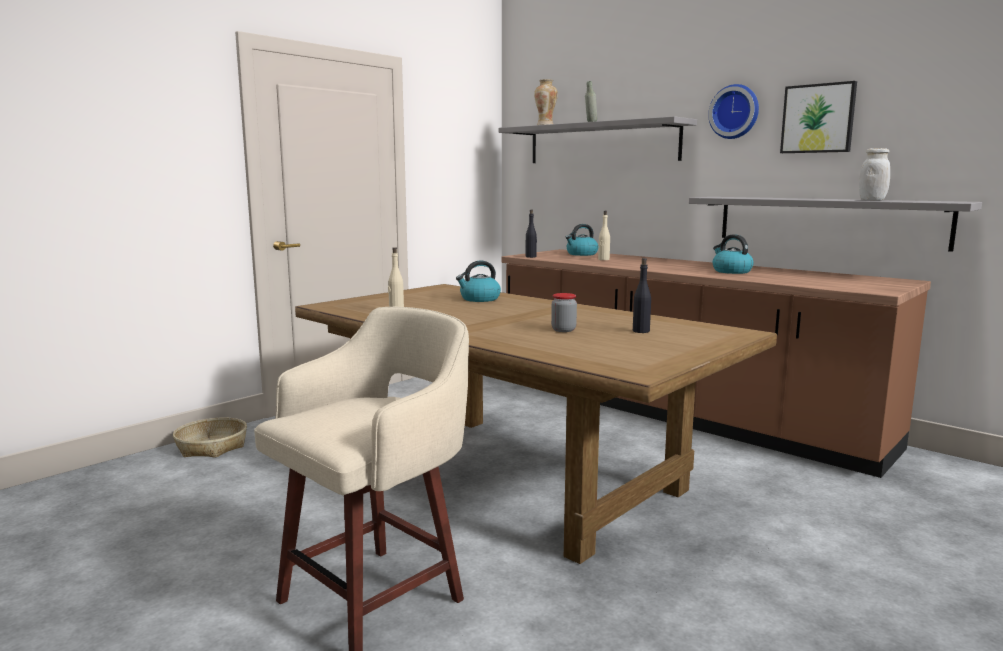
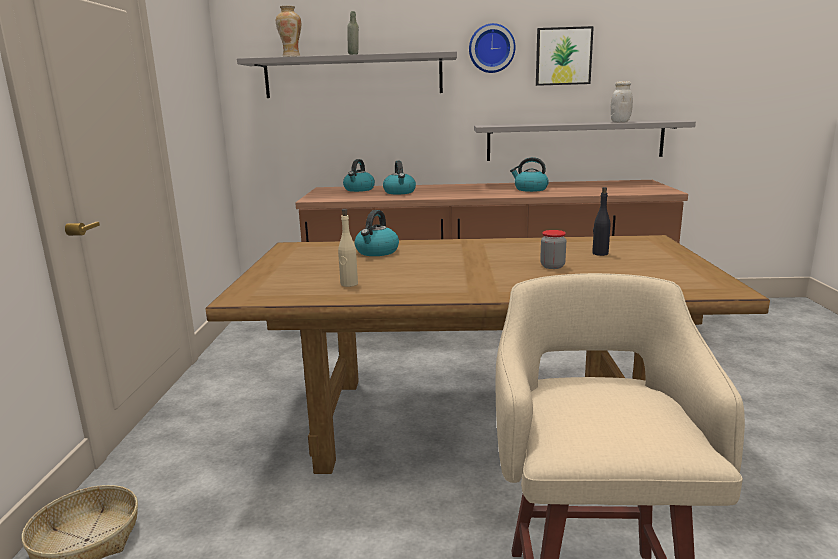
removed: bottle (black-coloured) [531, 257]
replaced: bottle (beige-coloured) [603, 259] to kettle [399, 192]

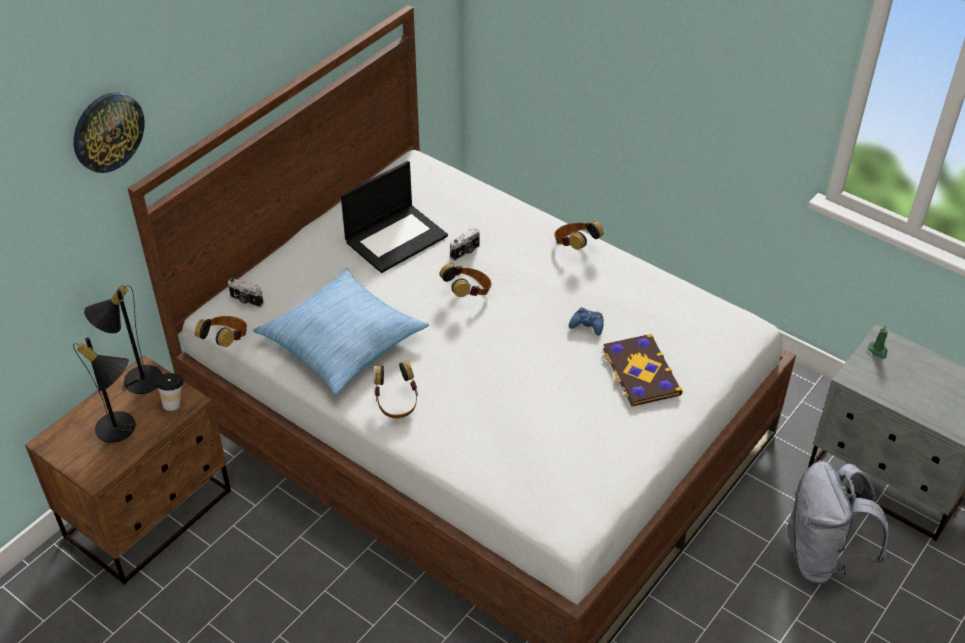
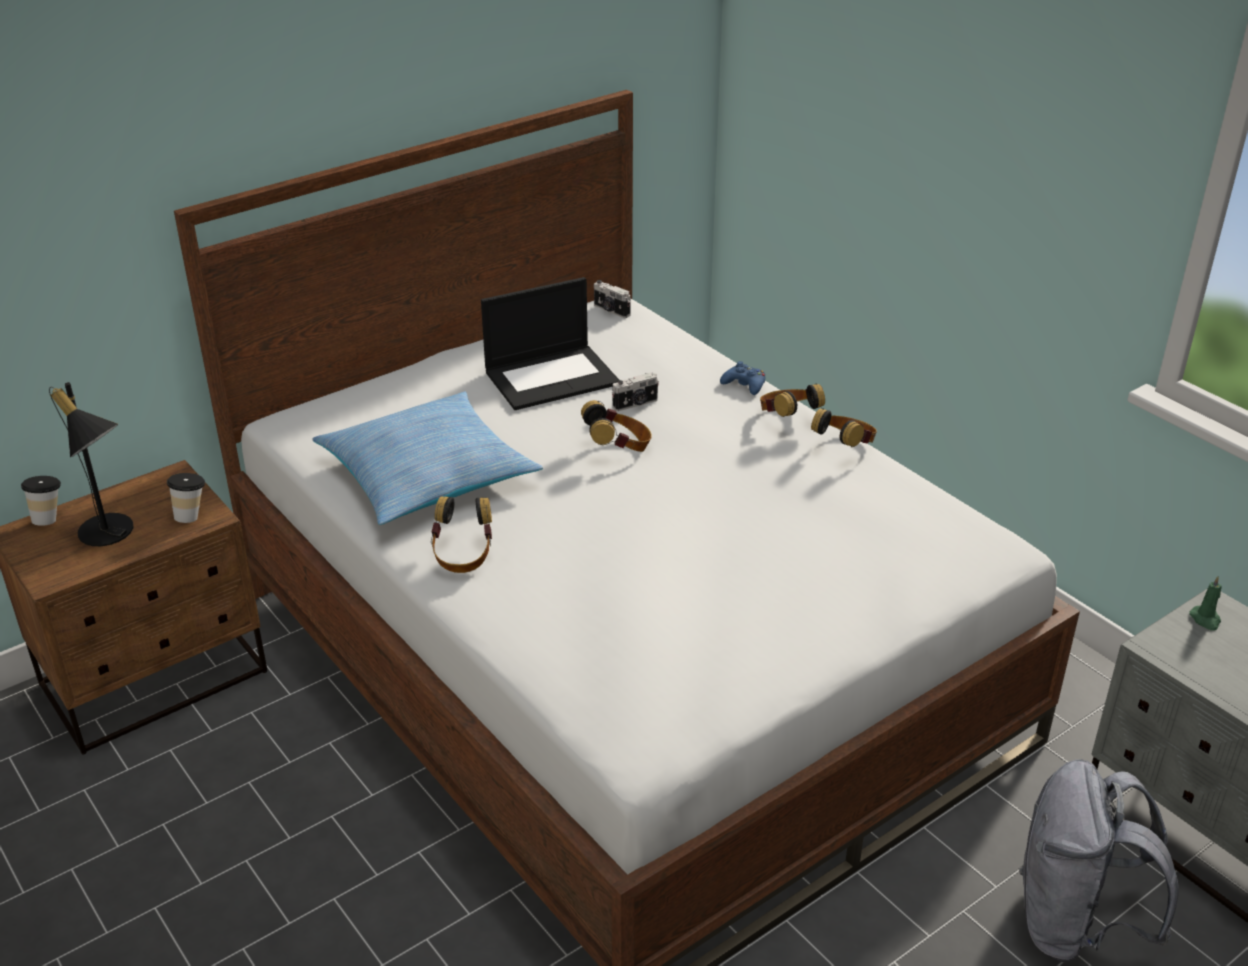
removed: wall clock [107, 131]; table lamp (black-coloured) [135, 380]; bound book [640, 372]
added: cup [49, 518]
moved: photo camera [246, 301] to [611, 311]; joypad (blue-coloured) [587, 325] to [744, 385]; pair of headphones [226, 341] to [844, 448]

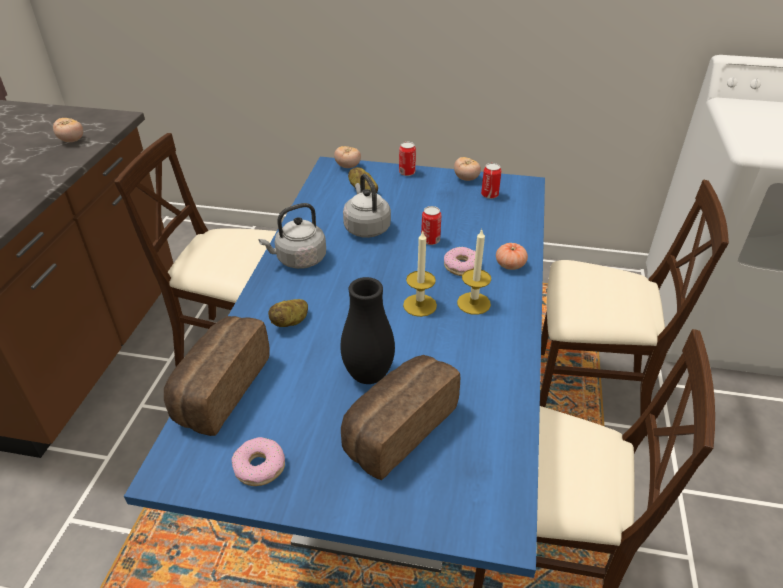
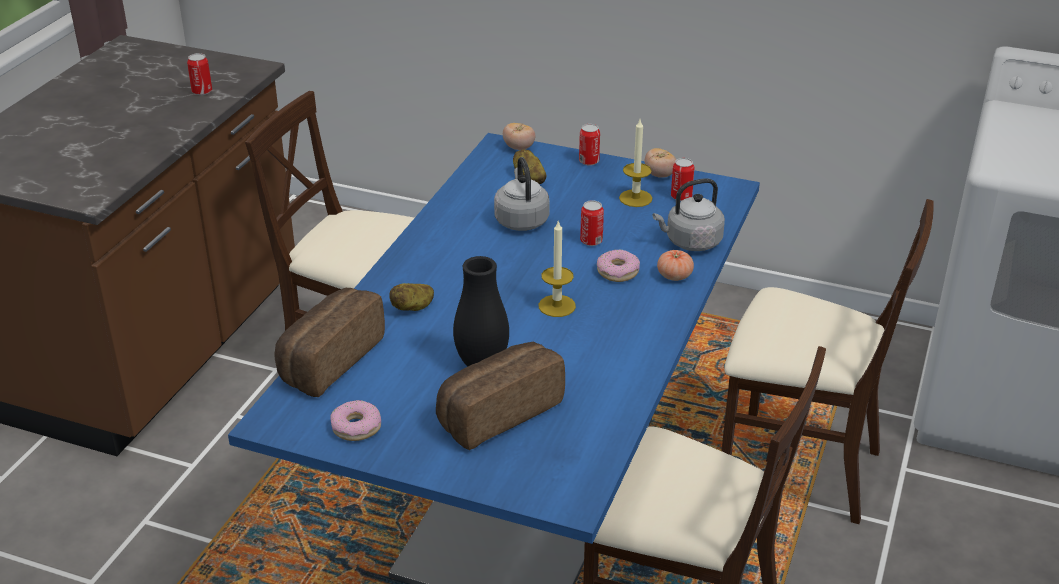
moved: kettle (grey) [298, 260] to [690, 242]; candle [473, 303] to [635, 198]
replaced: fresh tomato [72, 140] to can [202, 91]

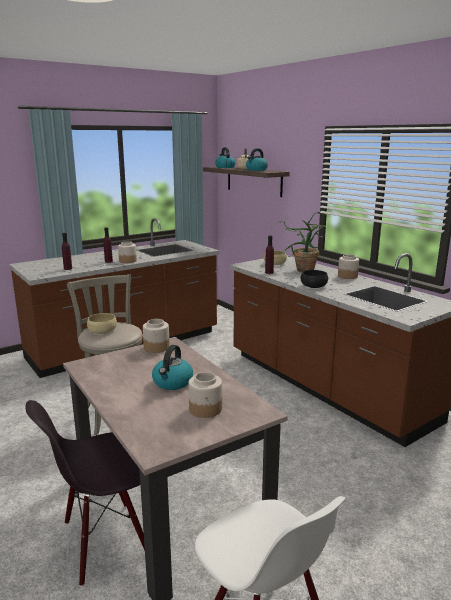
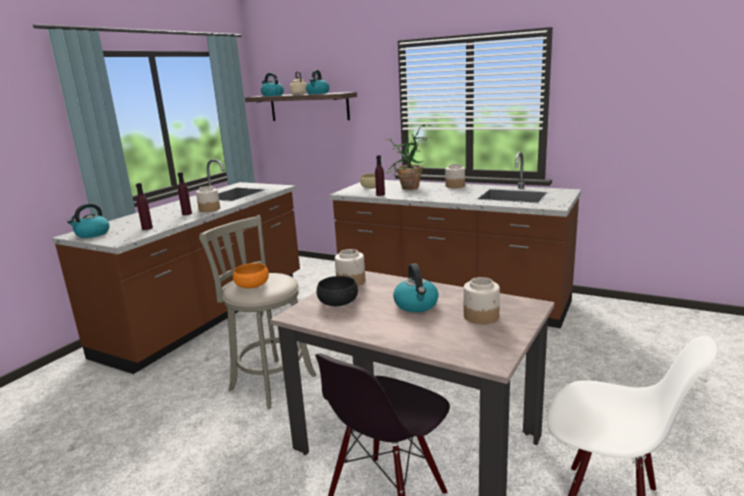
added: kettle [92, 234]
moved: deep dish (black-coloured) [313, 286] to [338, 302]
recoloured: deep dish (beige-coloured) [102, 331] to deep dish (orangey) [252, 284]

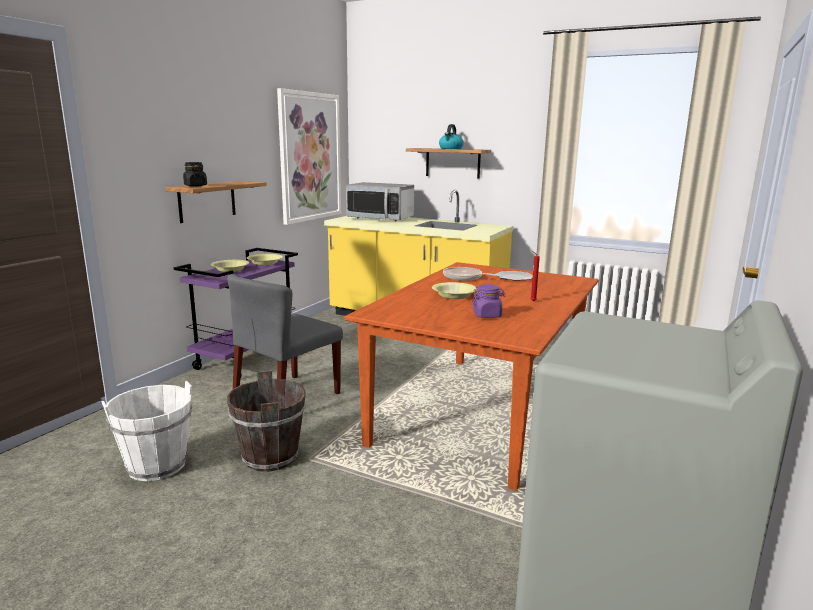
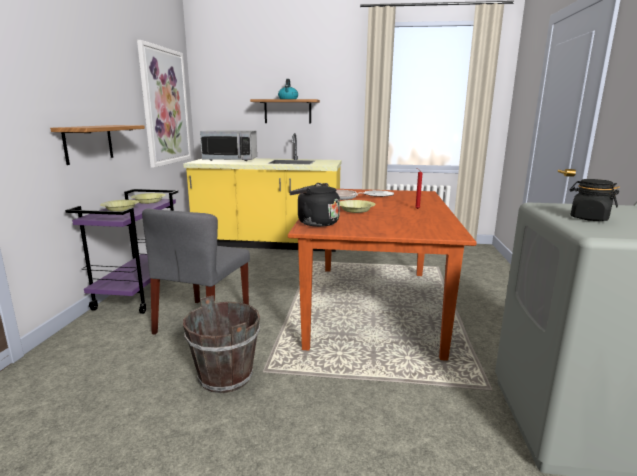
removed: jar (purple) [487, 315]; water bucket (whitish) [157, 465]
added: kettle (black-coloured) [315, 223]
moved: jar (black-coloured) [195, 186] to [589, 218]

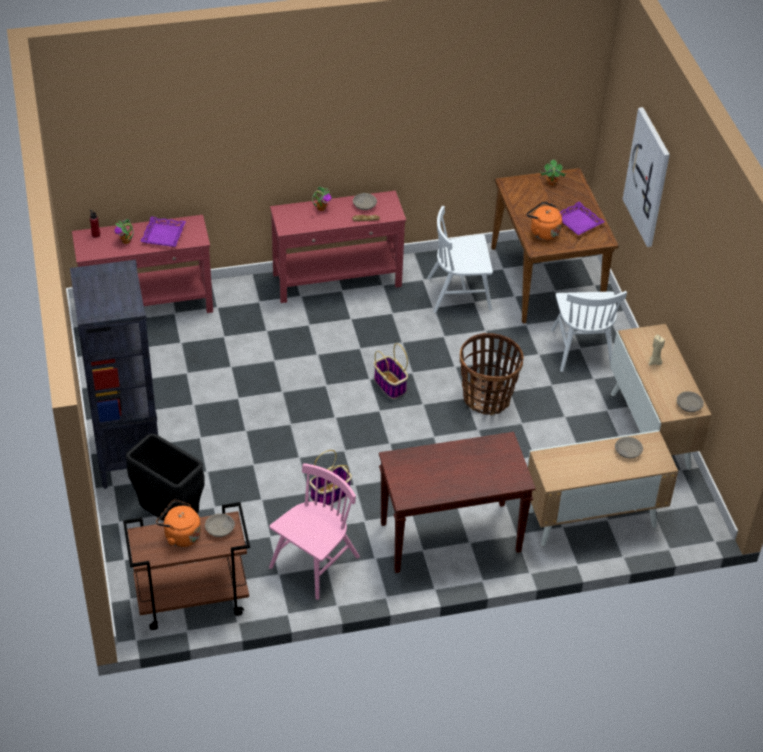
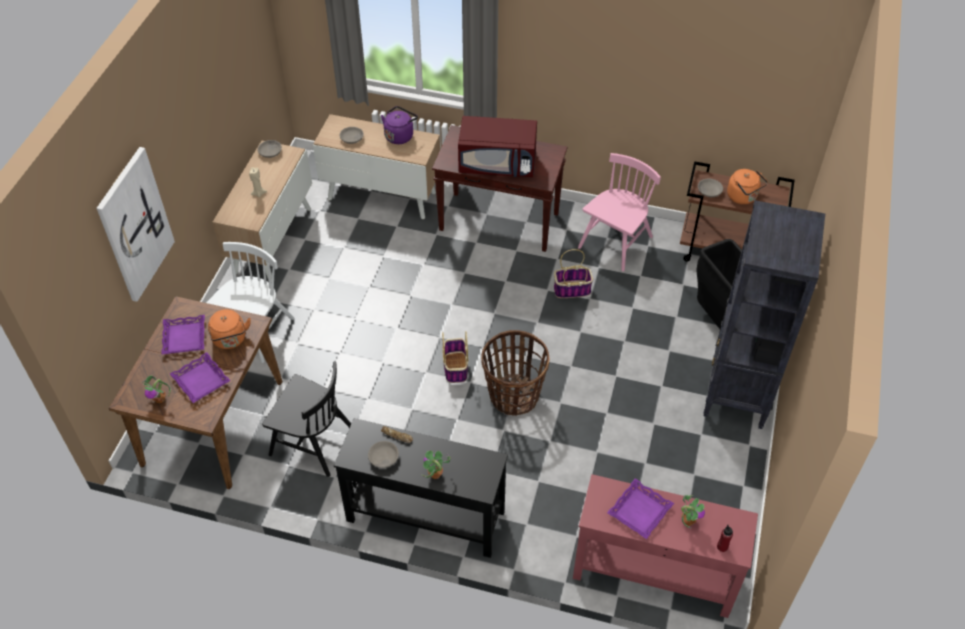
added: kettle (purple) [400, 135]; microwave (red) [498, 164]; tray (purple) [200, 381]
moved: storage basket [487, 398] to [513, 396]
recoloured: console table (red) [338, 280] to console table (black-coloured) [425, 515]; chair (whitish) [459, 293] to chair (black-coloured) [312, 442]
turned: chair (pinkish) [314, 563] = [615, 243] 150 degrees clockwise

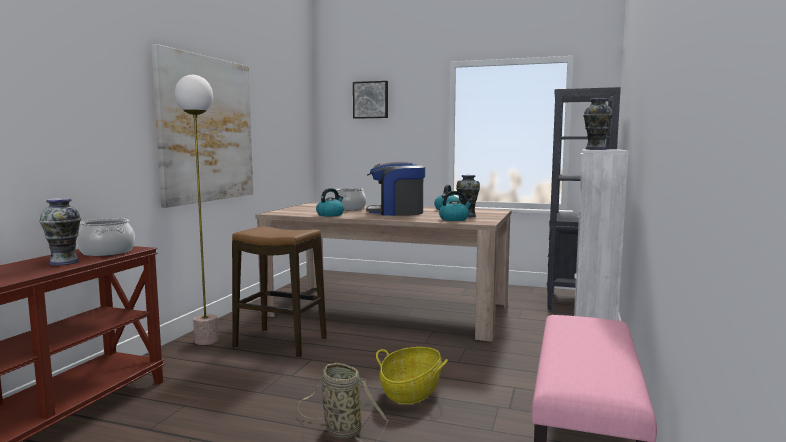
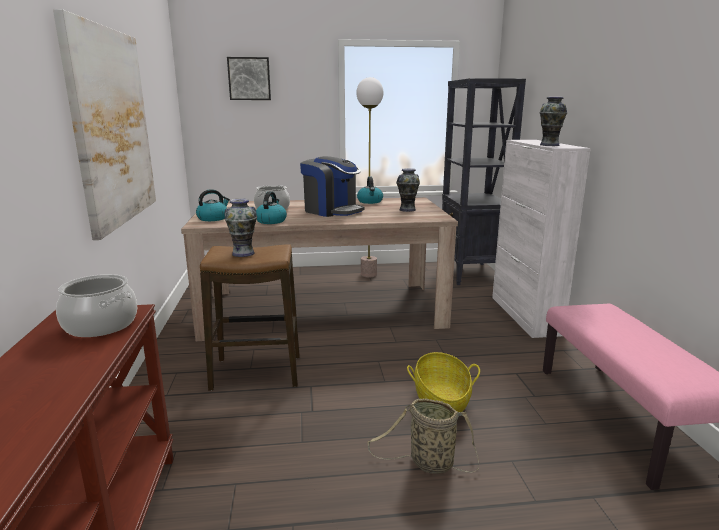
moved: standing lamp [206, 340] to [368, 274]; kettle [454, 219] to [213, 218]; vase [64, 262] to [243, 253]
turned: coffee maker [396, 212] = [332, 211] 120 degrees counterclockwise

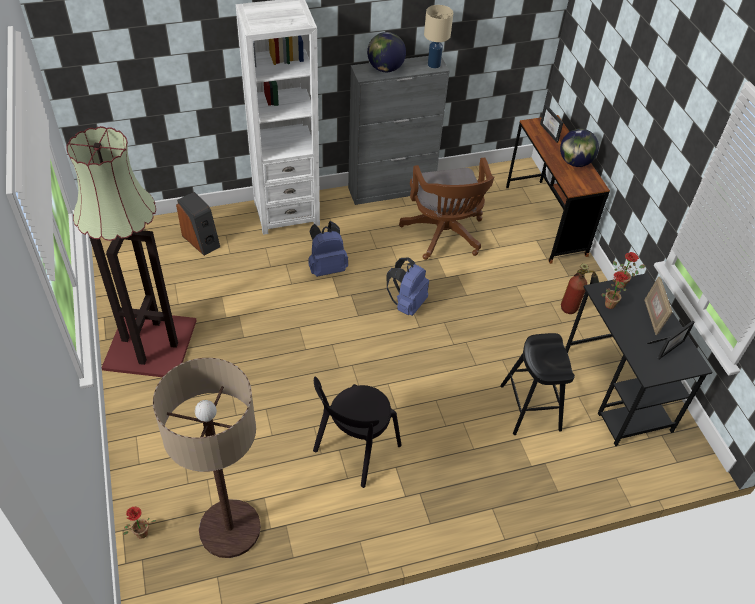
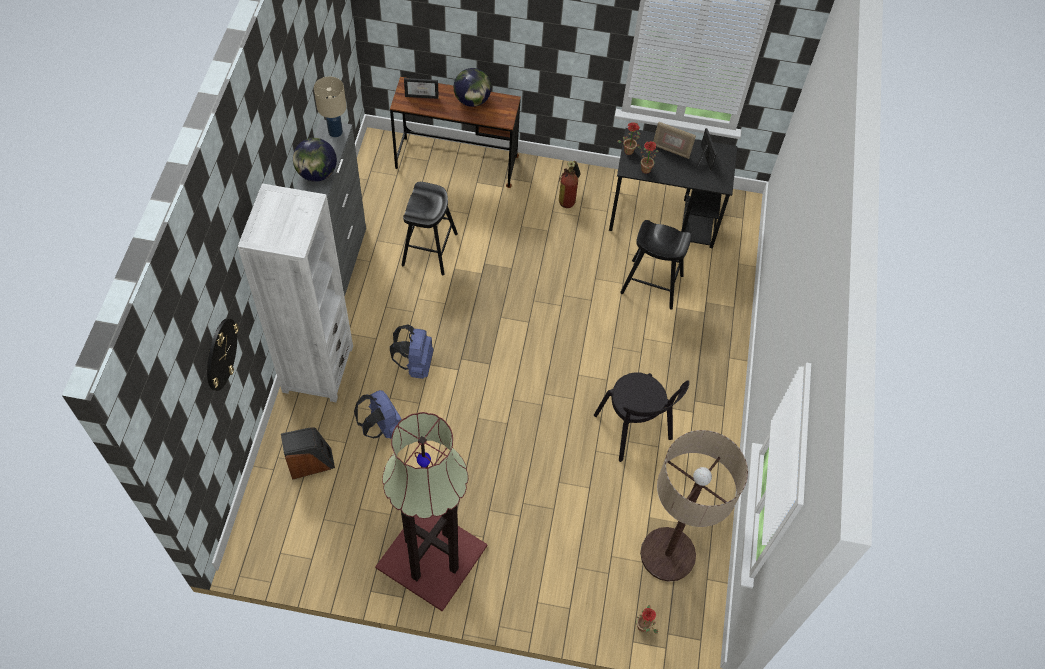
added: wall clock [221, 354]
moved: rucksack (blue-coloured) [407, 303] to [382, 427]
replaced: desk chair (brown) [444, 236] to stool seat (black-coloured) [429, 249]

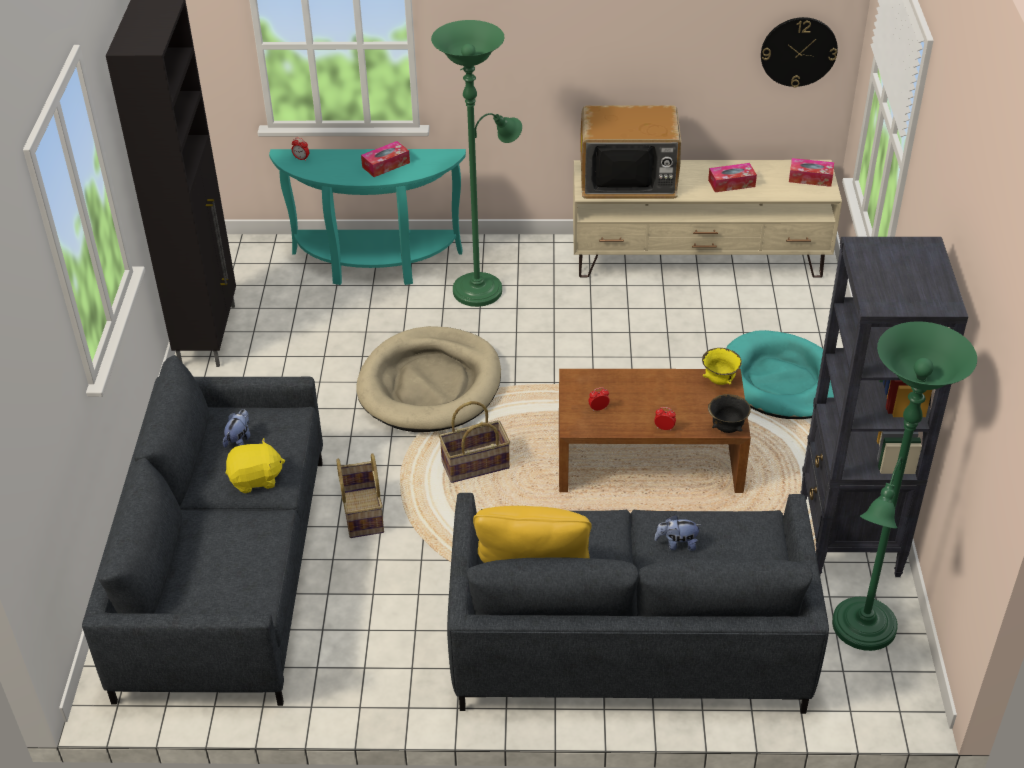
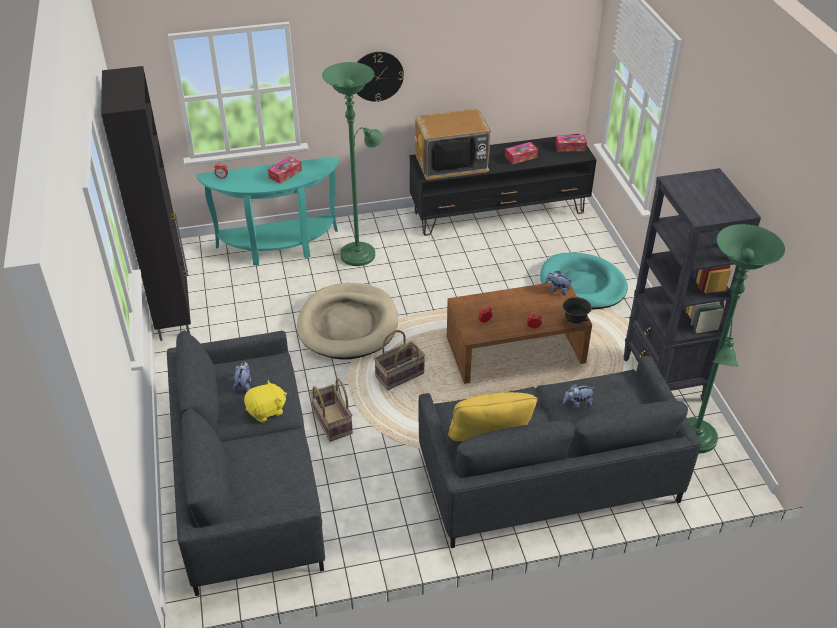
moved: wall clock [798, 51] to [377, 76]
replaced: deep dish (yellow-coloured) [719, 381] to plush toy [557, 290]
recoloured: media console (beige-coloured) [699, 259] to media console (black-coloured) [499, 212]

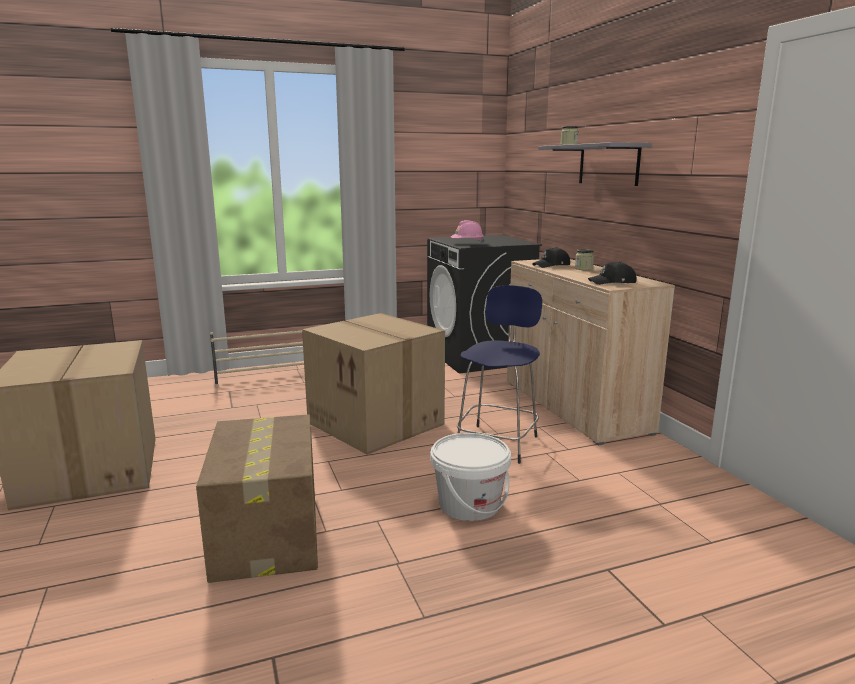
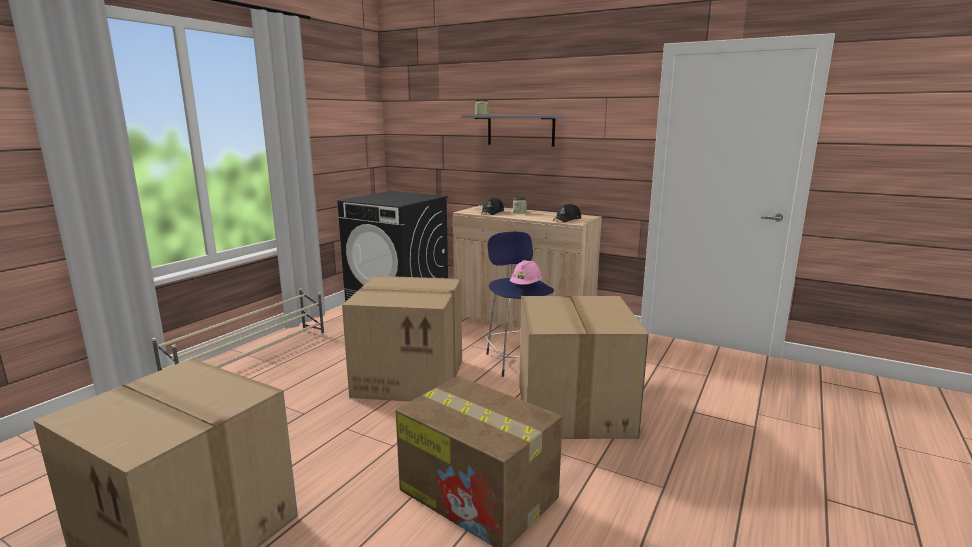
moved: safety helmet (pinkish) [467, 243] to [526, 286]
replaced: water bucket (whitish) [469, 505] to carton [571, 408]

